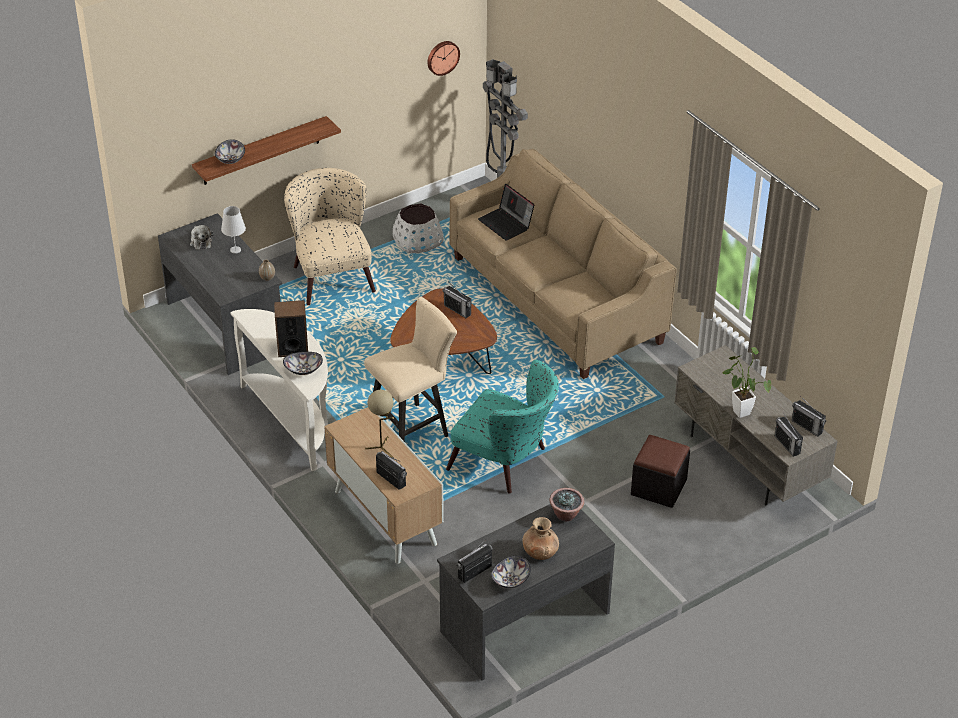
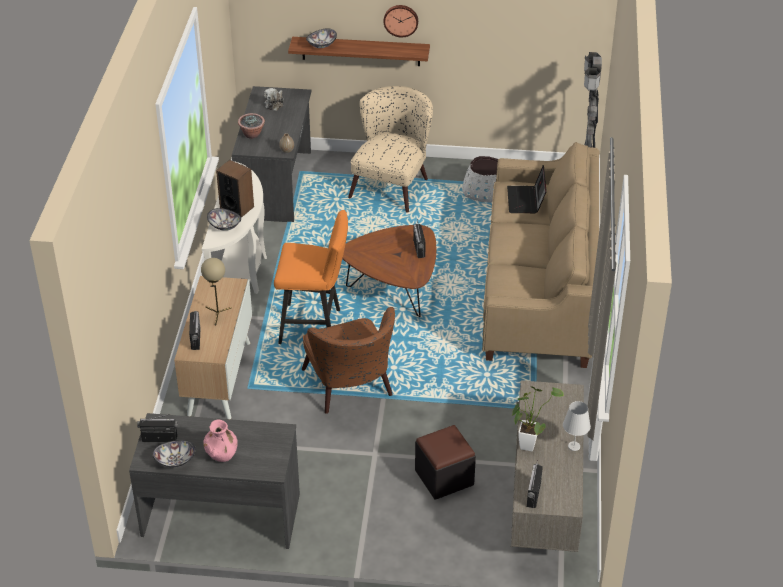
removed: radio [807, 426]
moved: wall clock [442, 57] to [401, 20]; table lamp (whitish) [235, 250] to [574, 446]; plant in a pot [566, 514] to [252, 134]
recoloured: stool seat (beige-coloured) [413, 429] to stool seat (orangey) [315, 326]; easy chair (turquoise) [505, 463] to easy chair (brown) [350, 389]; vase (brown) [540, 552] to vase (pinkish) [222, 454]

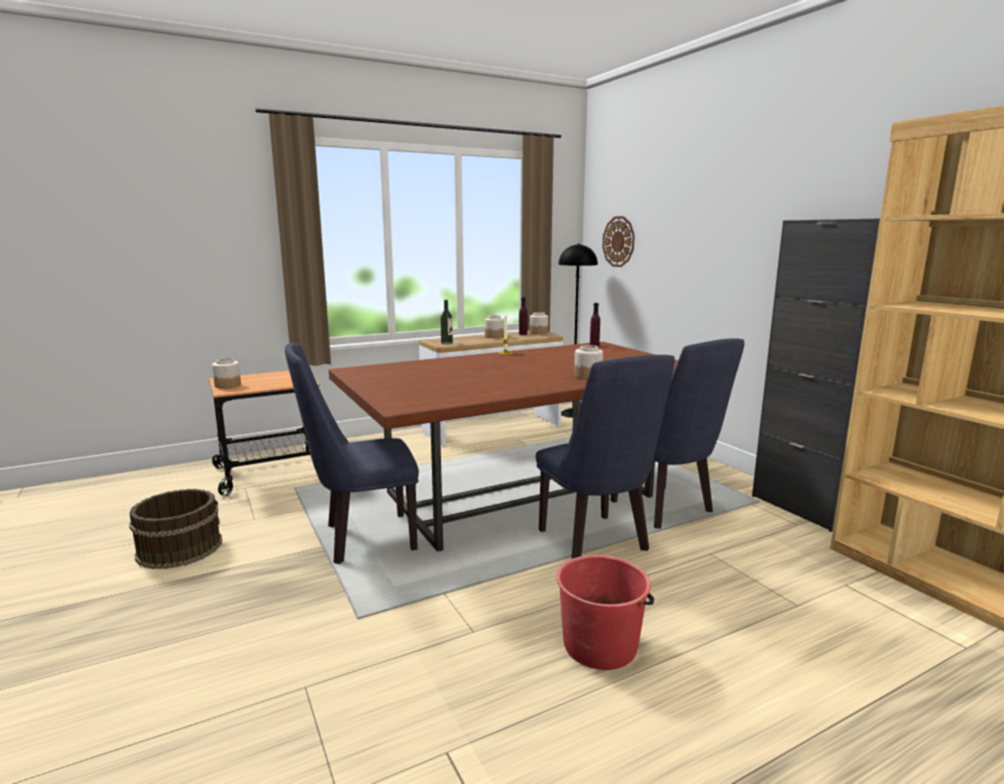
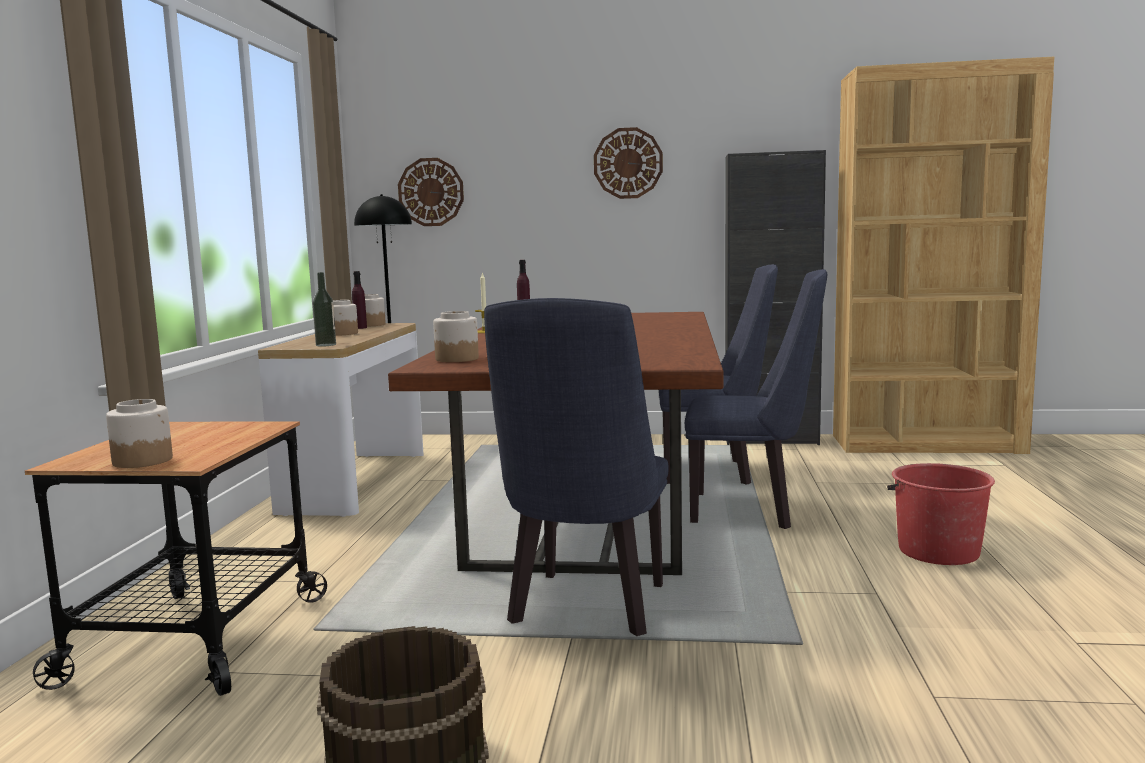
added: wall clock [628, 163]
moved: jar [588, 376] to [457, 359]

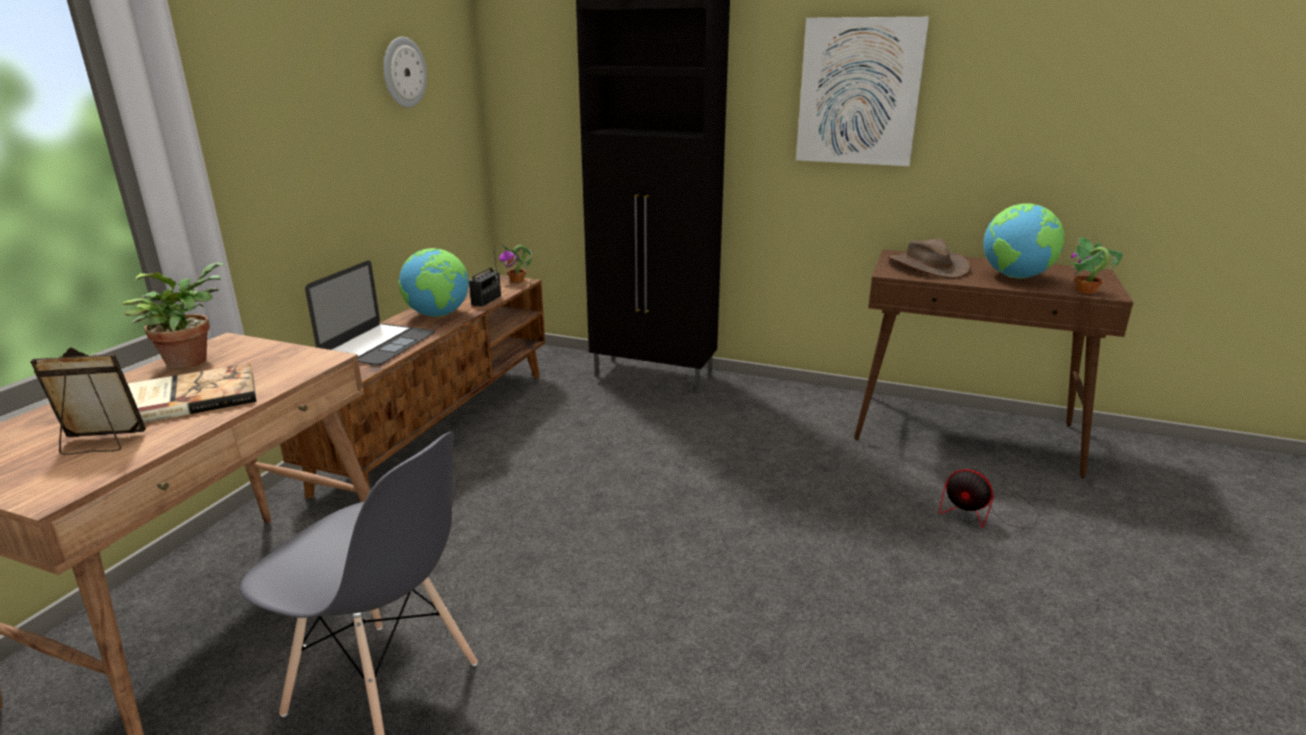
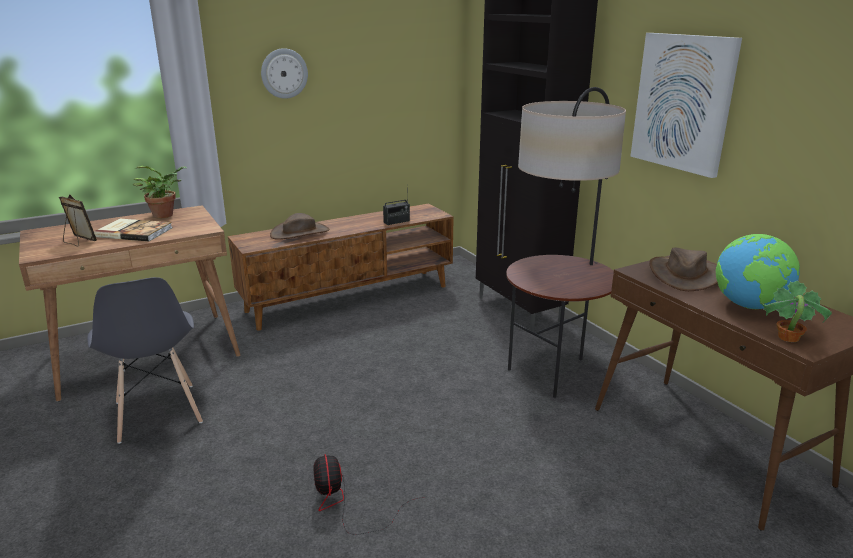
removed: plant in a pot [517, 280]; globe [438, 315]
added: standing lamp [553, 372]
moved: wall clock [403, 72] to [284, 73]; electric fan [984, 513] to [346, 504]
replaced: notebook computer [378, 344] to hat (brown) [300, 232]

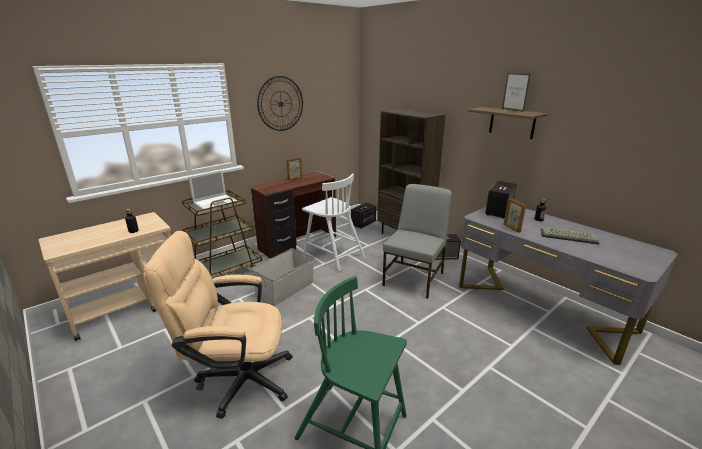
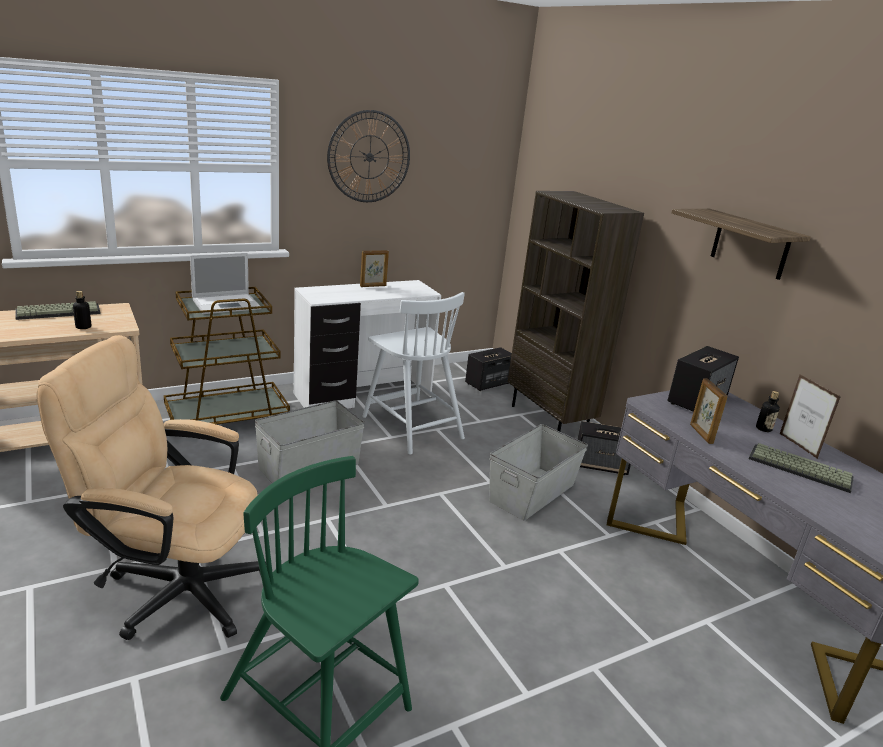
added: computer keyboard [59, 311]
moved: picture frame [512, 110] to [798, 446]
replaced: chair (grey) [414, 278] to storage bin (grey) [533, 493]
recoloured: desk (brown) [298, 243] to desk (whitish) [364, 396]

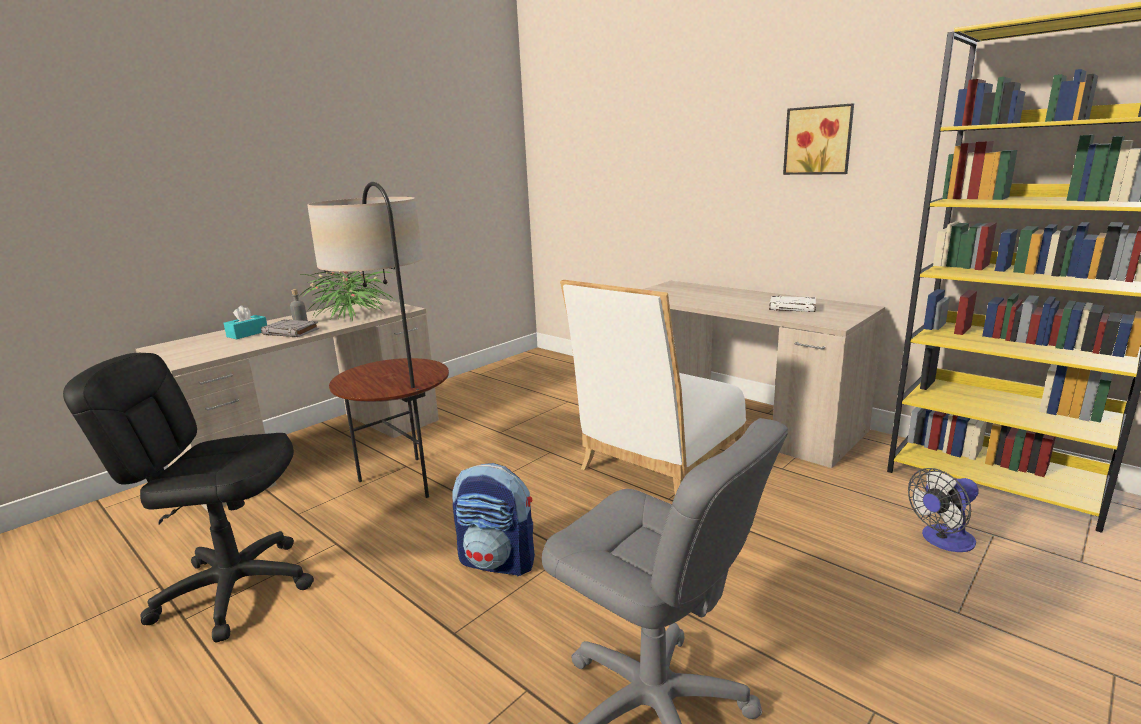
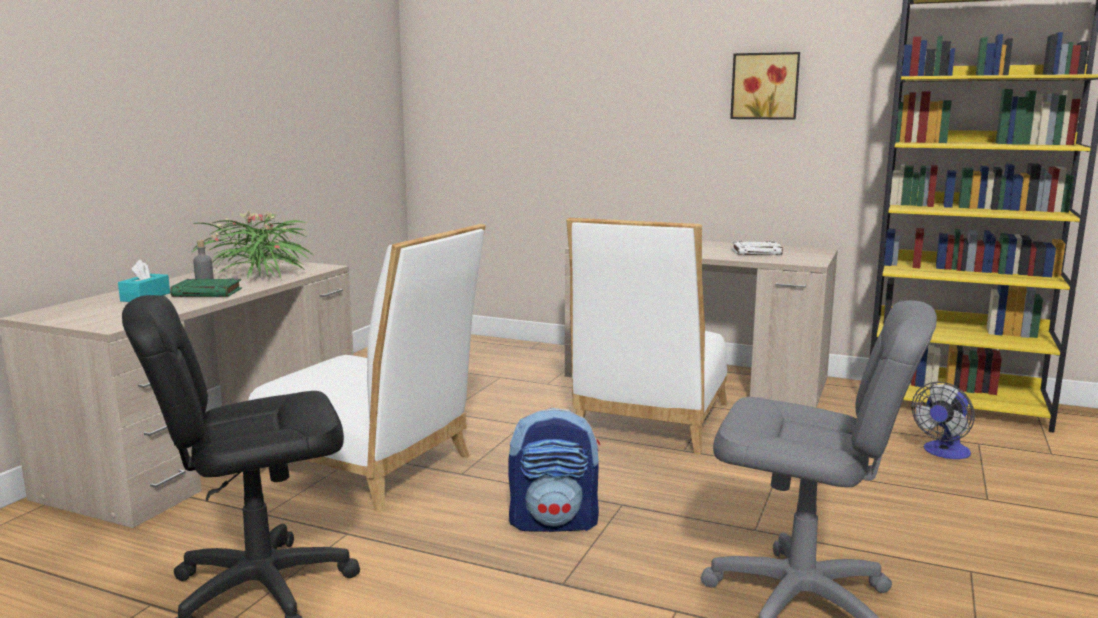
replaced: standing lamp [405, 481] to chair (whitish) [373, 468]
recoloured: bound book (grey) [291, 332] to bound book (green-coloured) [208, 293]

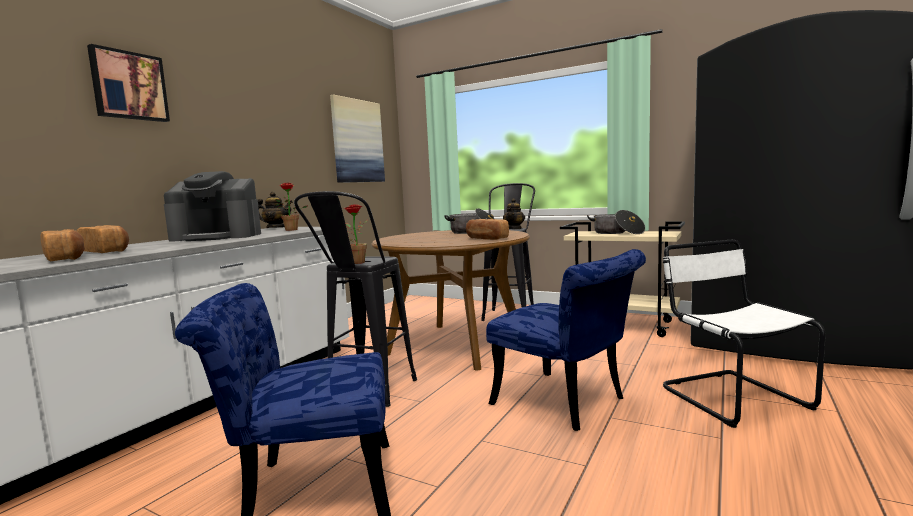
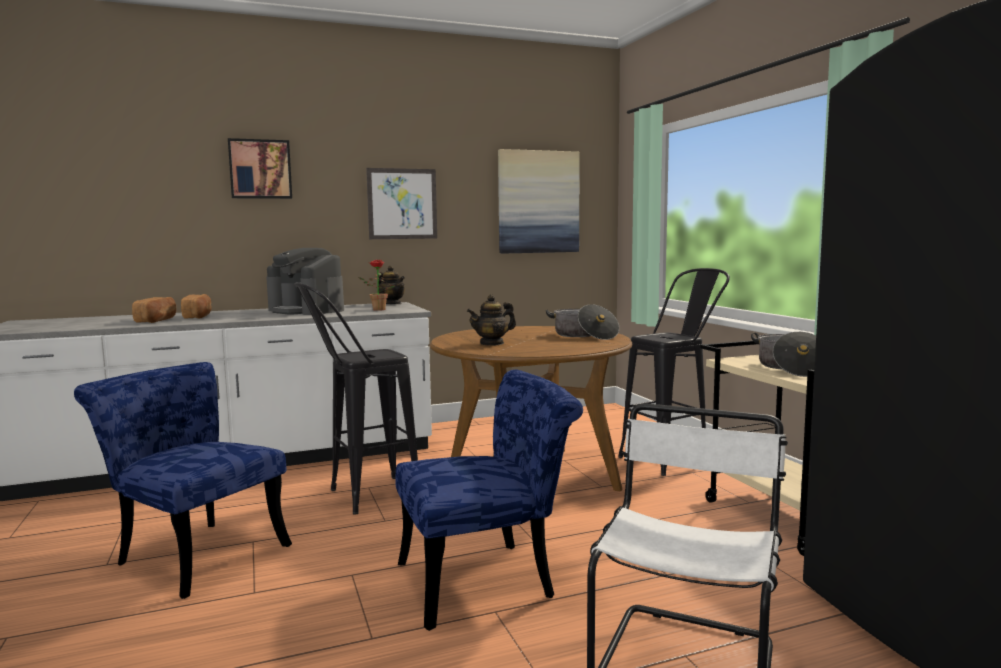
removed: plant in a pot [355, 262]; bakery bread [486, 238]
added: wall picture [402, 204]
moved: tea pot [514, 228] to [492, 343]
turned: chair (blue-coloured) [568, 404] = [488, 580] 105 degrees counterclockwise

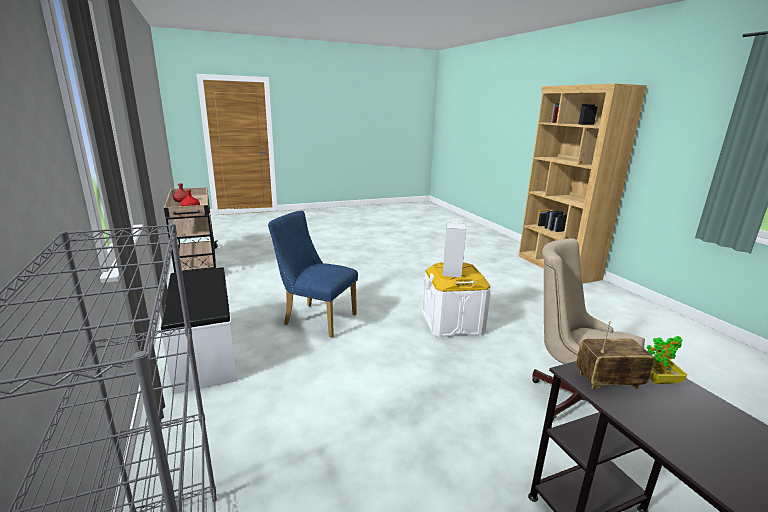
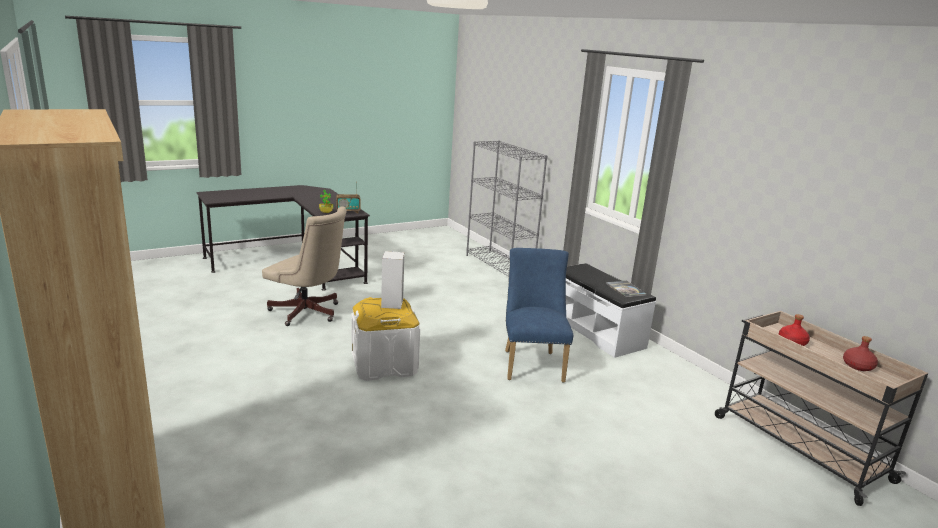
added: bound book [625, 289]
turned: chair (blue-coloured) [315, 318] = [532, 363] 105 degrees counterclockwise

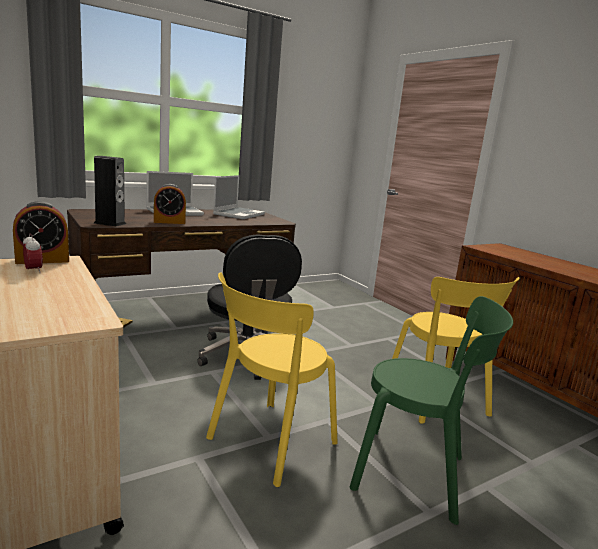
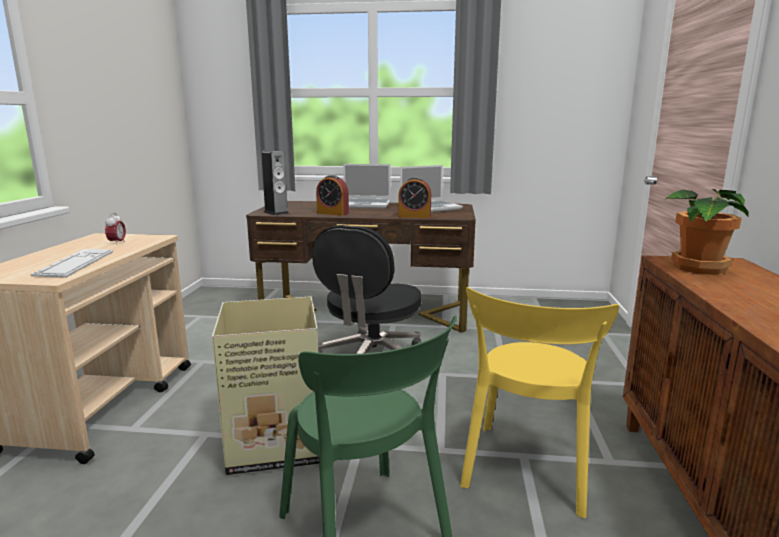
added: plant in a pot [697, 268]; computer keyboard [76, 263]
moved: table clock [42, 260] to [414, 216]
replaced: chair (yellow-coloured) [268, 443] to carton [273, 443]

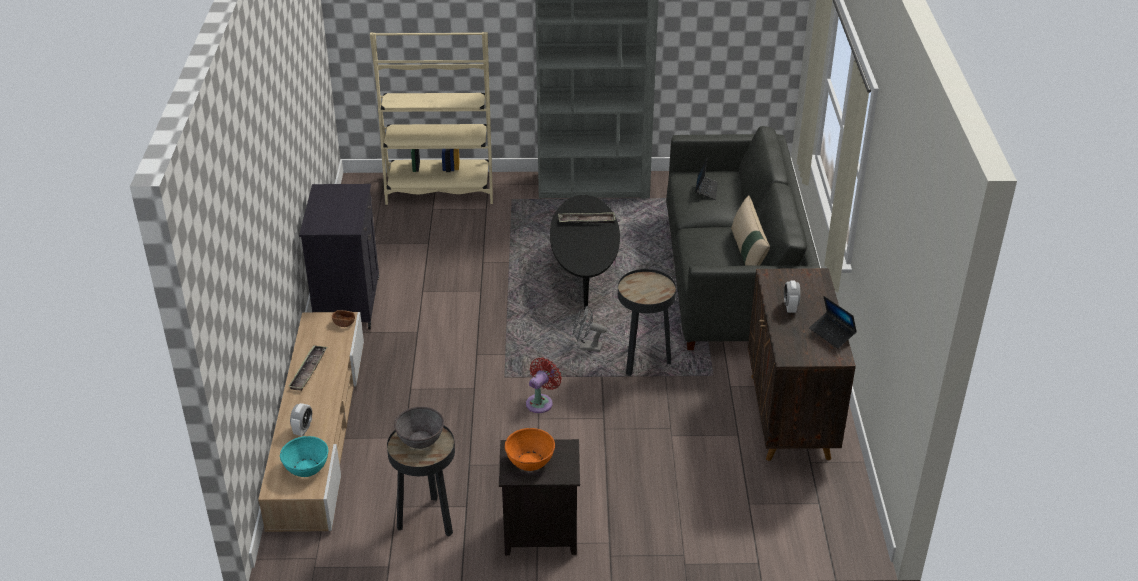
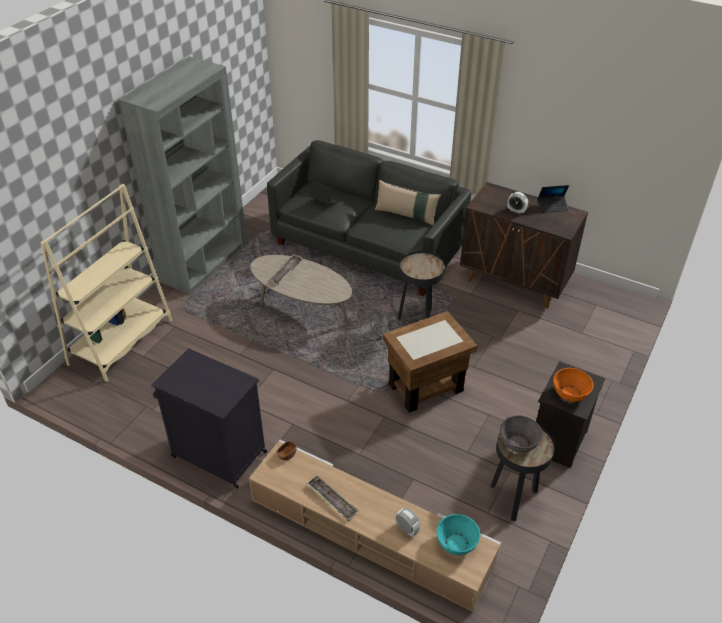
replaced: electric fan (red) [541, 402] to accent table (brown) [425, 387]
recoloured: low table (black-coloured) [584, 273] to low table (beige-coloured) [302, 308]

